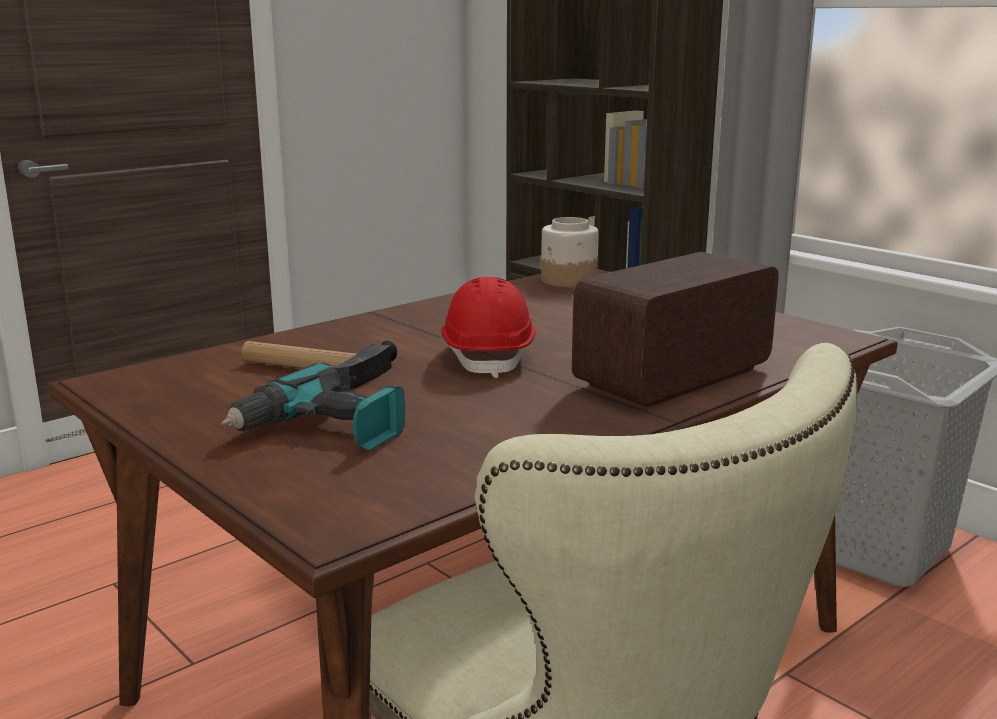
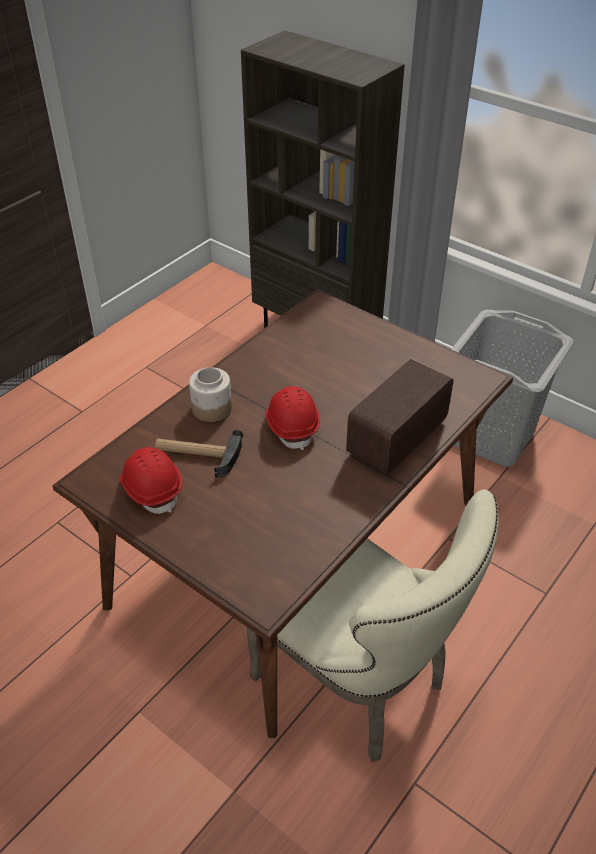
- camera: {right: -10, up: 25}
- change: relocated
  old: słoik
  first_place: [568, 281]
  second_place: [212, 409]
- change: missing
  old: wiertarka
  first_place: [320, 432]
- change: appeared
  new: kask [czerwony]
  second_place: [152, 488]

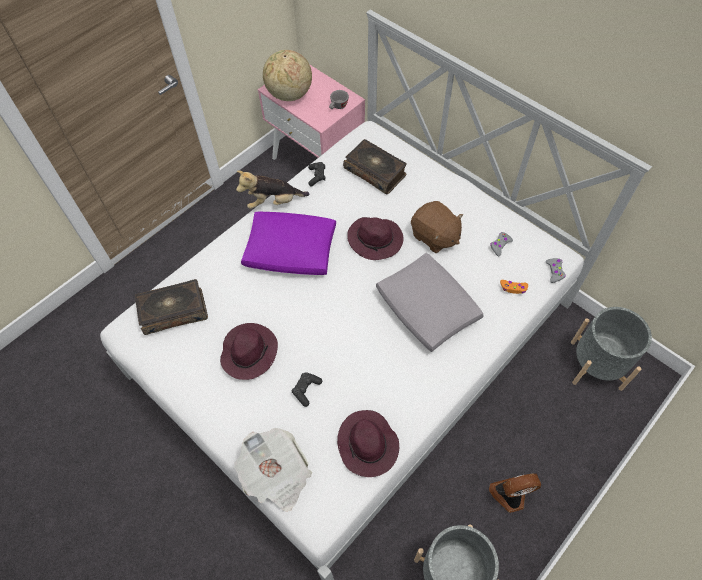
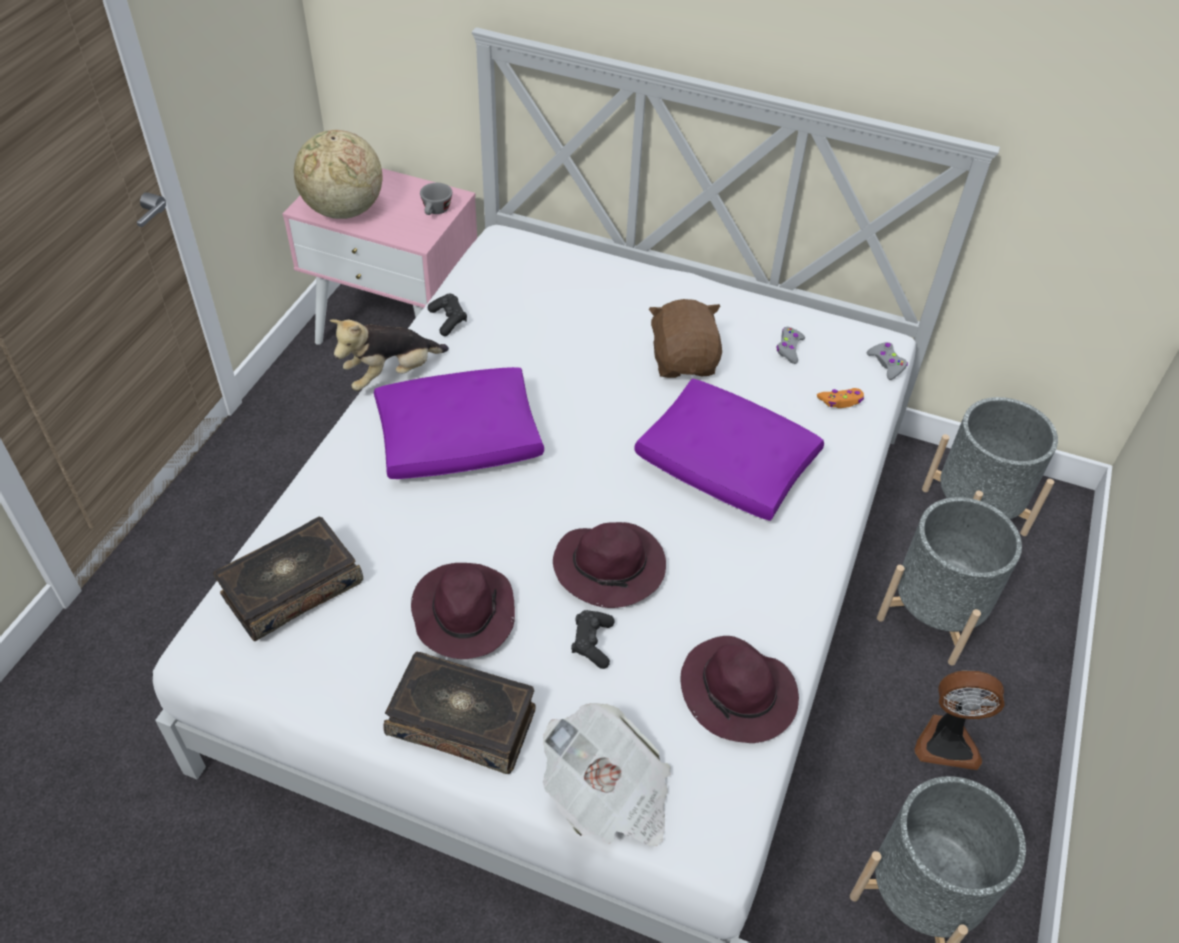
- camera: {right: -25, up: -10}
- change: relocated
  old: książka
  first_place: [375, 172]
  second_place: [463, 720]
- change: spun
  old: pluszak [brązowy]
  first_place: [434, 236]
  second_place: [684, 361]
  degrees: -120
- change: relocated
  old: kapelusz [fioletowy]
  first_place: [376, 240]
  second_place: [611, 567]
- change: colour
  old: poduszka [szary]
  new: poduszka [fioletowy]
  first_place: [428, 308]
  second_place: [727, 464]
- change: spun
  old: wentylator
  first_place: [510, 495]
  second_place: [947, 741]
  degrees: -135
- change: appeared
  new: donica [szary]
  second_place: [934, 614]

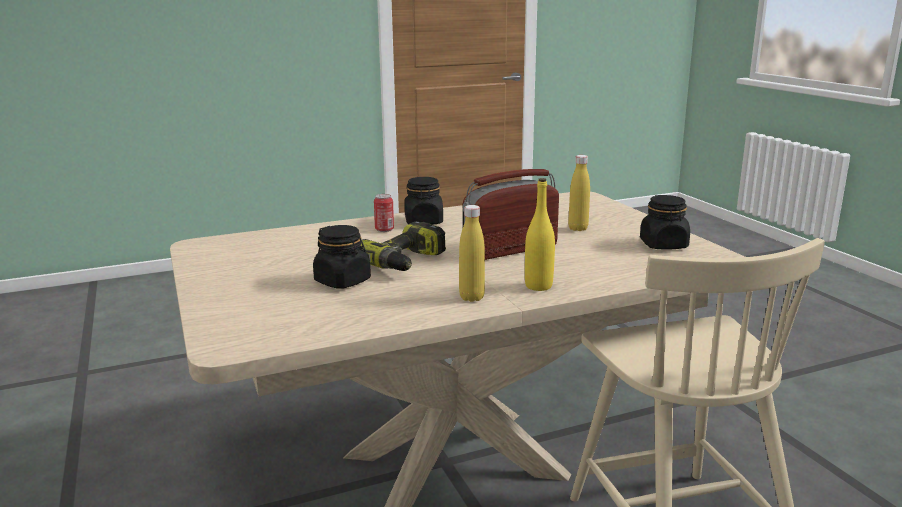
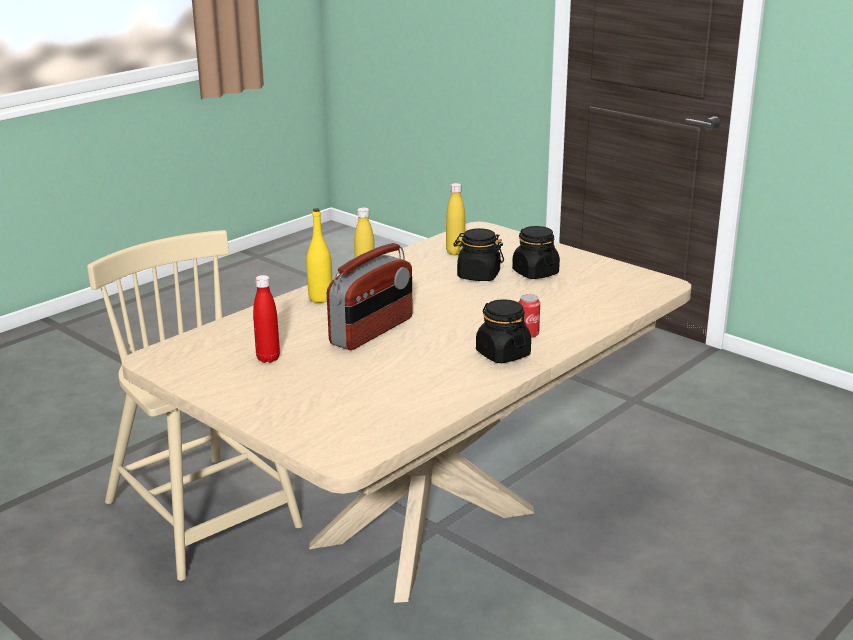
- camera: {right: 155, up: 5}
- change: relocated
  old: butelka [żółty]
  first_place: [578, 228]
  second_place: [455, 252]
- change: relocated
  old: słoik [czarny]
  first_place: [663, 245]
  second_place: [535, 273]
- change: missing
  old: wiertarka
  first_place: [406, 262]
- change: appeared
  new: butelka [czerwony]
  second_place: [268, 358]

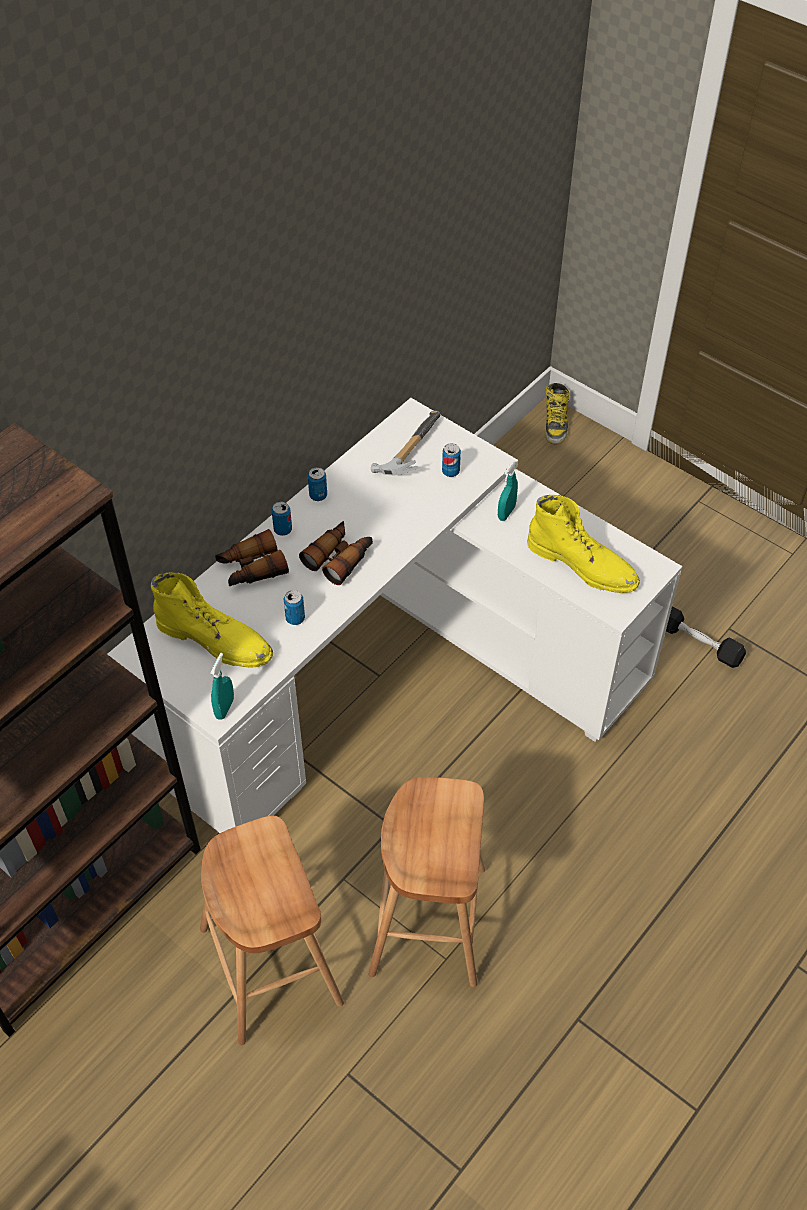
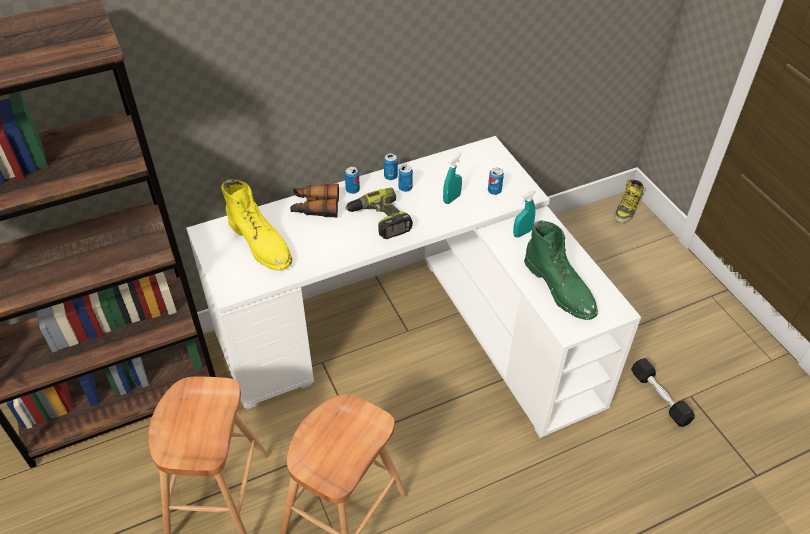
- camera: {right: 25, up: -5}
- change: missing
  old: młotek
  first_place: [407, 451]
- change: colour
  old: but z cholewką [żółty]
  new: but z cholewką [zielony]
  first_place: [583, 564]
  second_place: [561, 287]
- change: exchanged
  old: lornetka
  new: wiertarka
  first_place: [339, 557]
  second_place: [379, 220]
- change: relocated
  old: puszka
  first_place: [295, 618]
  second_place: [405, 188]
- change: relocated
  old: spryskiwacz [turkusowy]
  first_place: [224, 708]
  second_place: [451, 199]

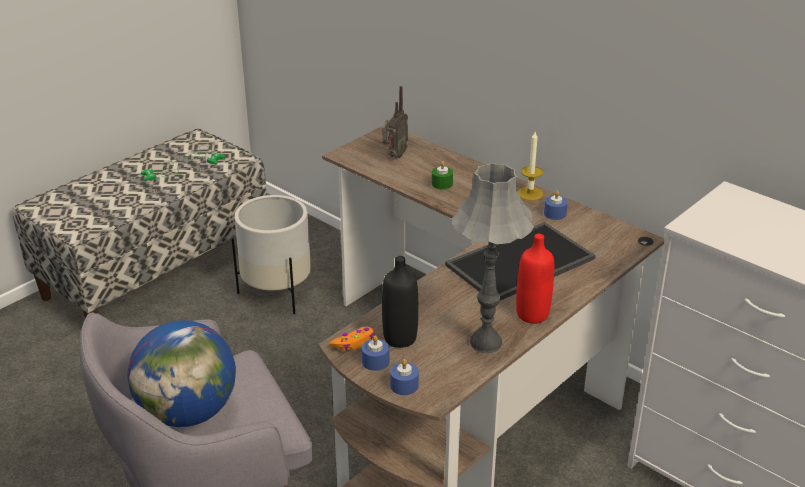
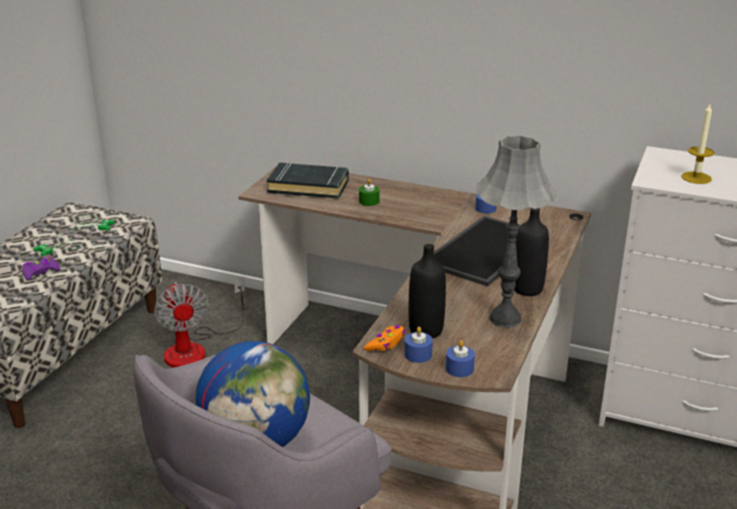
- camera: {right: -20, up: -5}
- change: exchanged
  old: radio
  new: książka [czarny]
  first_place: [394, 156]
  second_place: [309, 186]
- change: relocated
  old: świeca
  first_place: [530, 193]
  second_place: [696, 178]
- change: exchanged
  old: donica [biały]
  new: wentylator
  first_place: [277, 293]
  second_place: [195, 349]
- change: colour
  old: butelka [czerwony]
  new: butelka [czarny]
  first_place: [532, 314]
  second_place: [527, 289]
- change: appeared
  new: pad do gier [fioletowy]
  second_place: [40, 272]

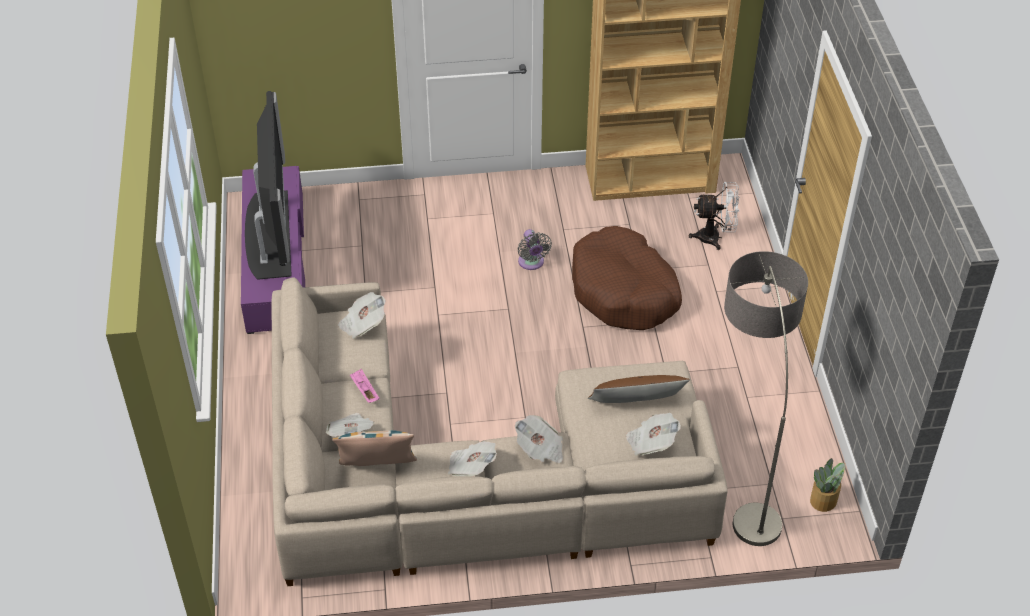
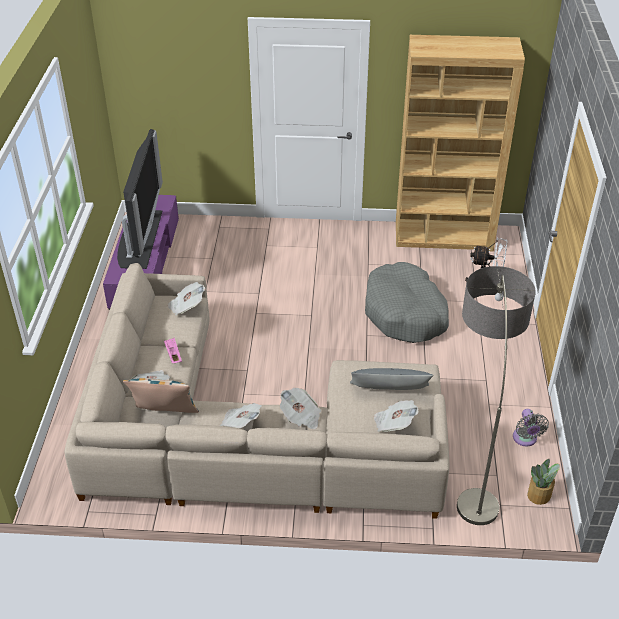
- camera: {right: 10, up: -5}
- change: colour
  old: legowisko [brązowy]
  new: legowisko [szary]
  first_place: [624, 291]
  second_place: [405, 313]
- change: relocated
  old: wentylator [szary]
  first_place: [531, 263]
  second_place: [525, 439]
- change: colour
  old: poduszka [brązowy]
  new: poduszka [szary]
  first_place: [637, 402]
  second_place: [389, 391]

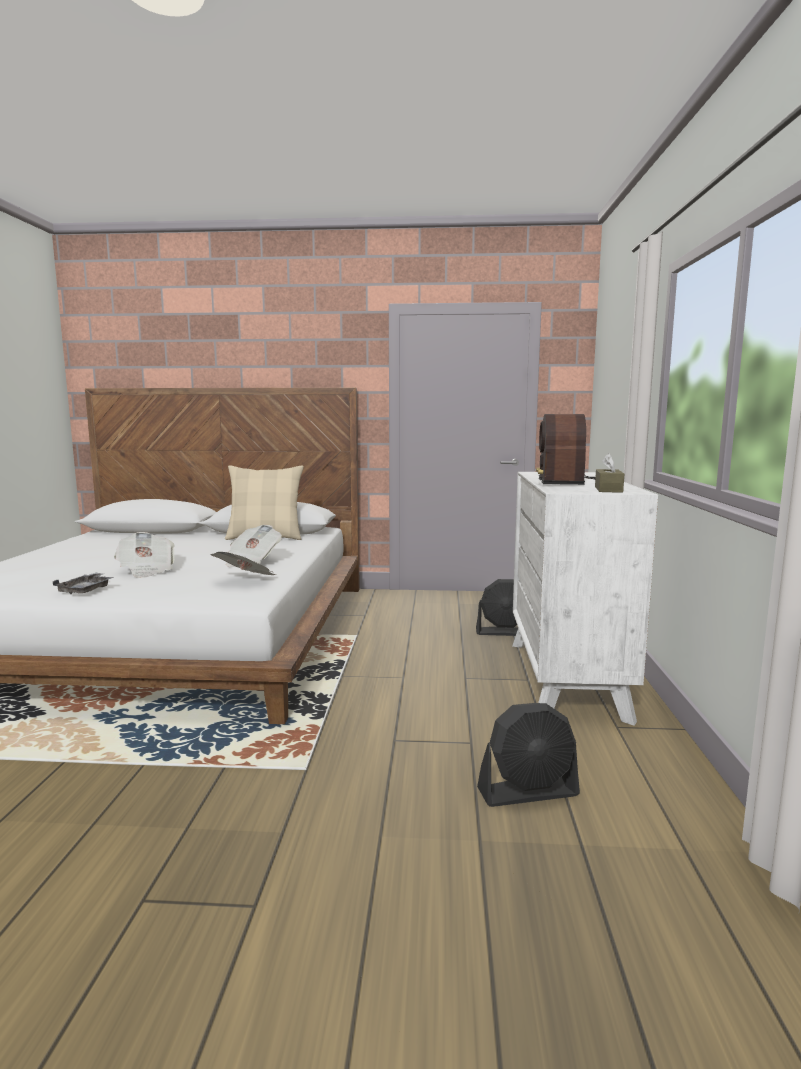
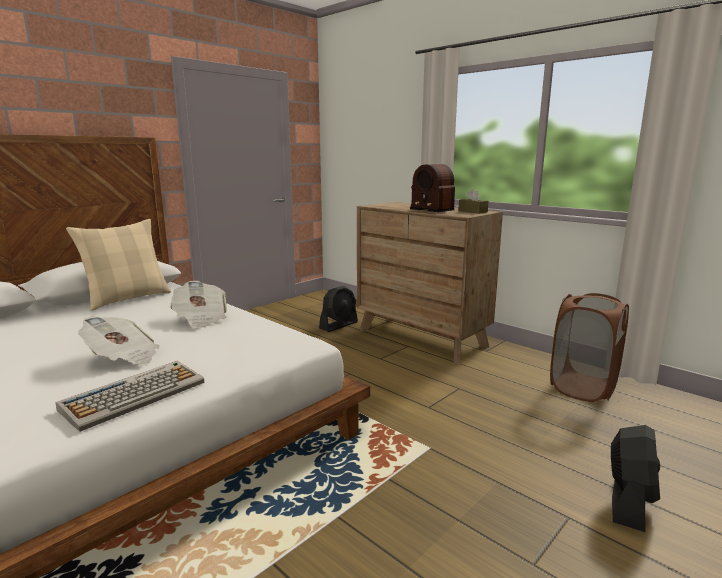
- camera: {right: -50, up: 5}
- change: colour
  old: komoda [biały]
  new: komoda [brązowy]
  first_place: [566, 679]
  second_place: [421, 338]
- change: missing
  old: gazeta
  first_place: [246, 581]
- change: exchanged
  old: taca [szary]
  new: klawiatura
  first_place: [86, 590]
  second_place: [135, 395]
- change: relocated
  old: wentylator [czarny]
  first_place: [528, 792]
  second_place: [629, 501]
- change: appeared
  new: kosz na pranie [brązowy]
  second_place: [583, 387]

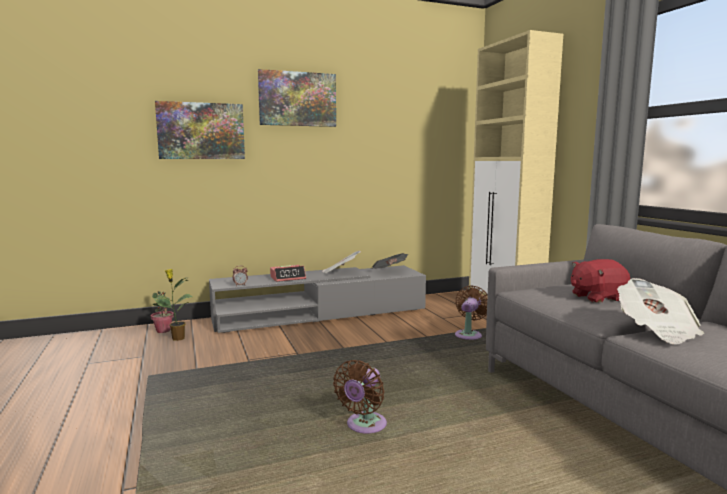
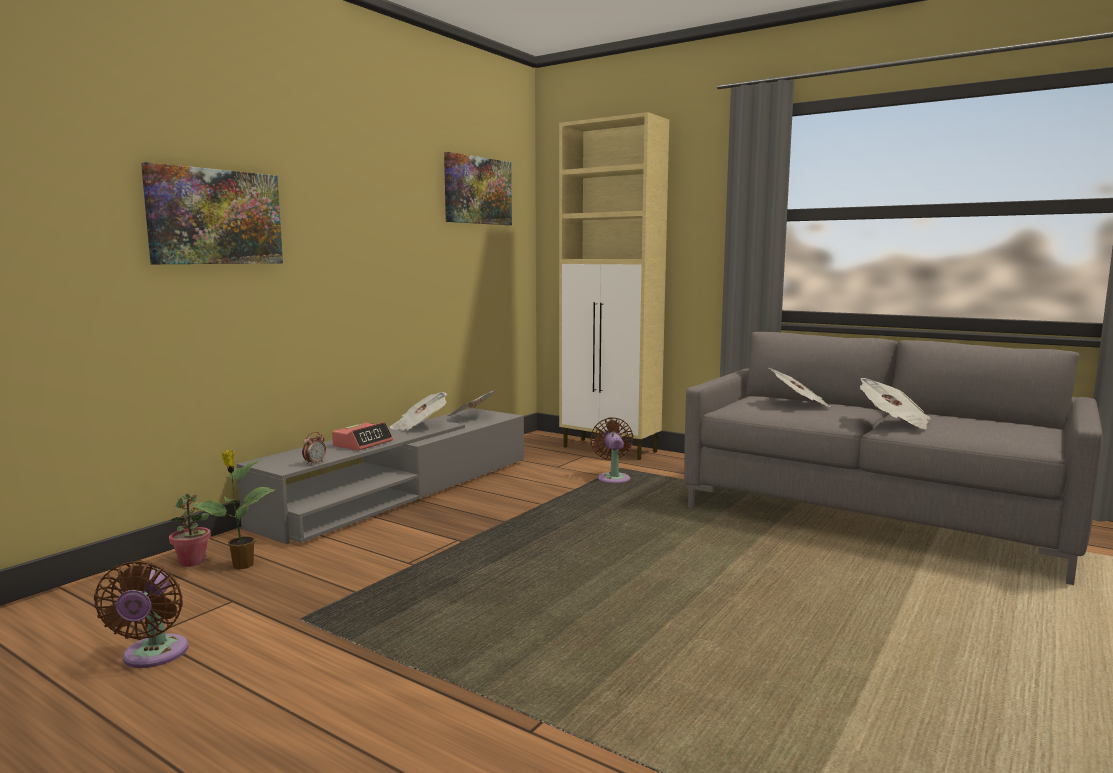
- camera: {right: -35, up: 0}
- change: relocated
  old: obraz
  first_place: [297, 99]
  second_place: [477, 190]
- change: exchanged
  old: pluszak [czerwony]
  new: gazeta
  first_place: [596, 297]
  second_place: [799, 404]
- change: relocated
  old: wentylator [brązowy]
  first_place: [364, 426]
  second_place: [153, 656]

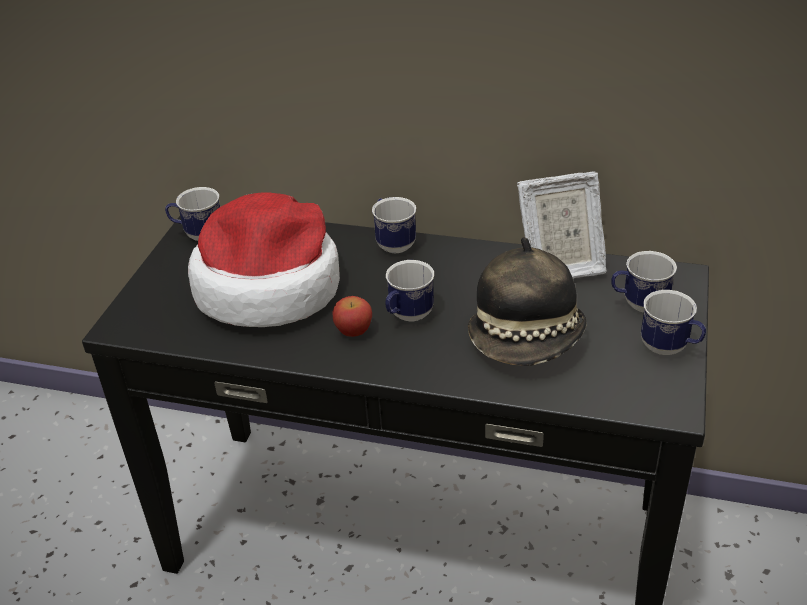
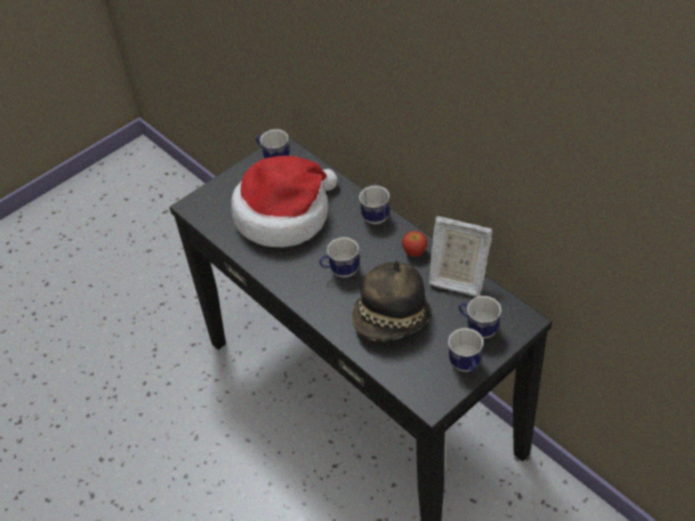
- camera: {right: 35, up: 10}
- change: relocated
  old: jabłko
  first_place: [354, 331]
  second_place: [415, 252]

